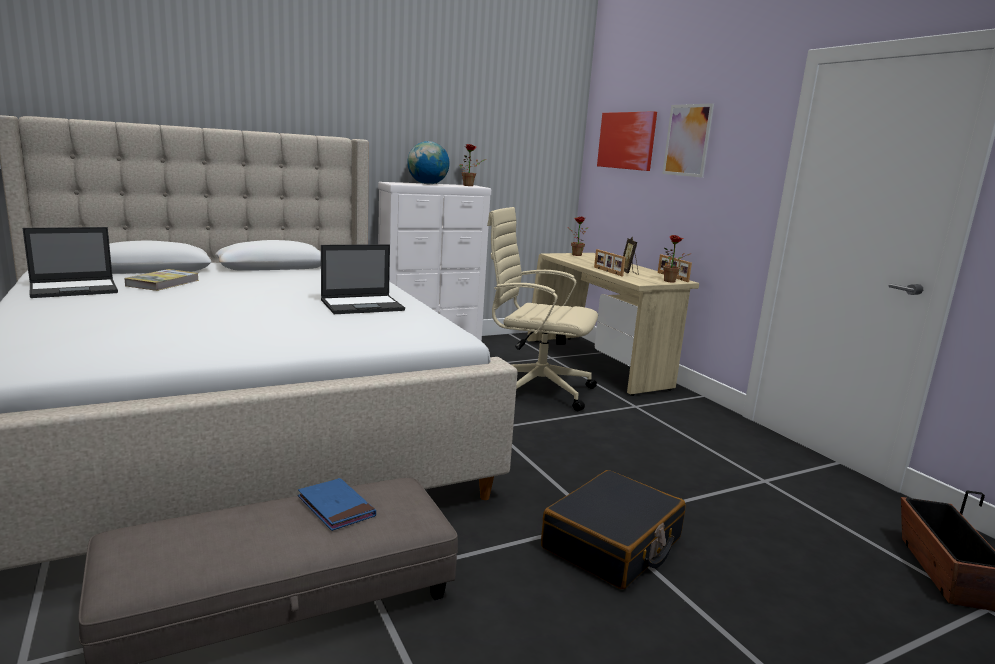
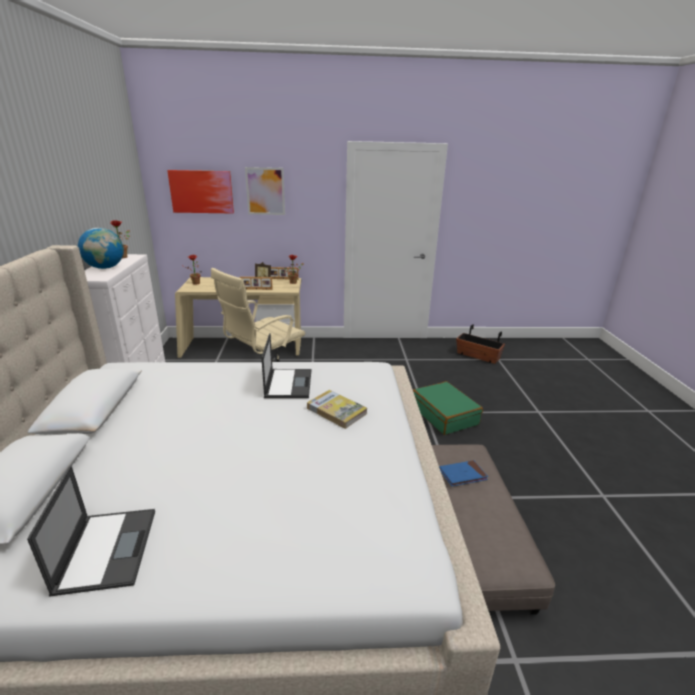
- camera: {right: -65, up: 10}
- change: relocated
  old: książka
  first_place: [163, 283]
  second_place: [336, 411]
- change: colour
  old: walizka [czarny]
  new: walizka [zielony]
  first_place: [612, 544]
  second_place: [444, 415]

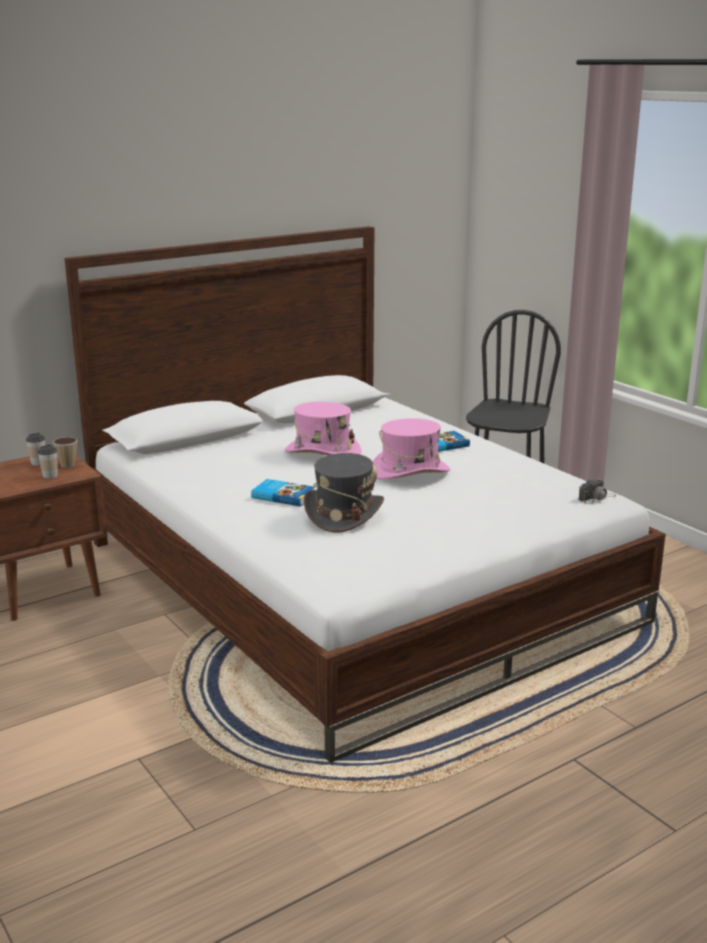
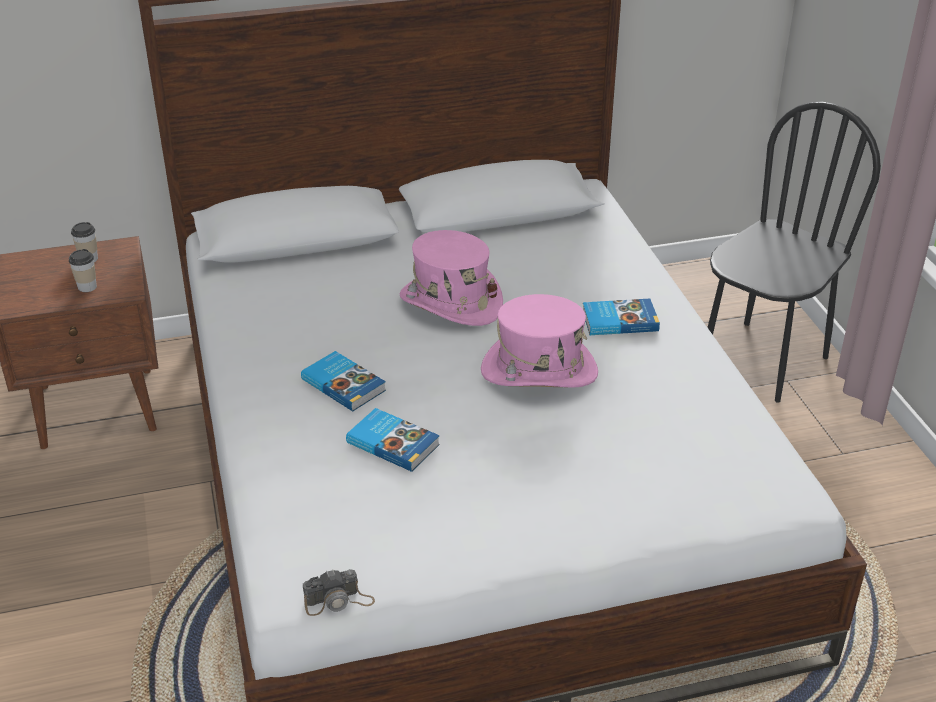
- camera: {right: 20, up: 15}
- change: missing
  old: filiżanka
  first_place: [67, 465]
- change: exchanged
  old: kapelusz [szary]
  new: książka
  first_place: [343, 514]
  second_place: [393, 442]
- change: relocated
  old: aparat fotograficzny
  first_place: [597, 497]
  second_place: [338, 601]

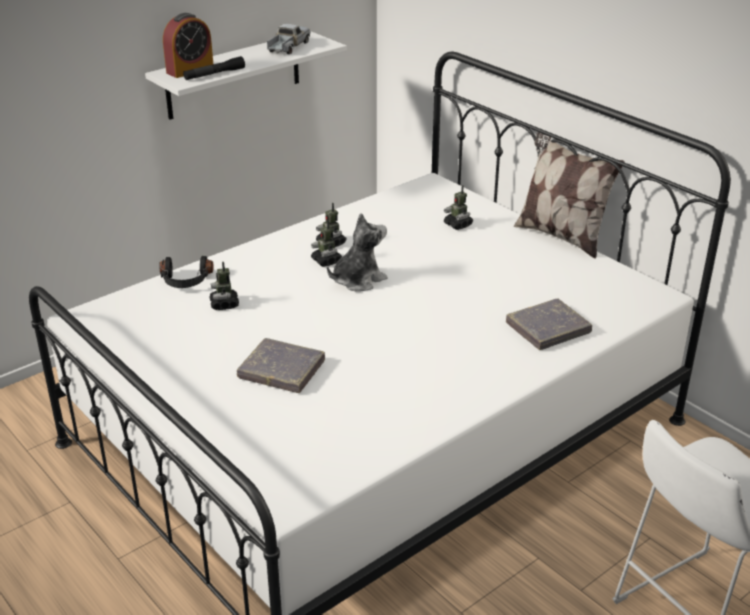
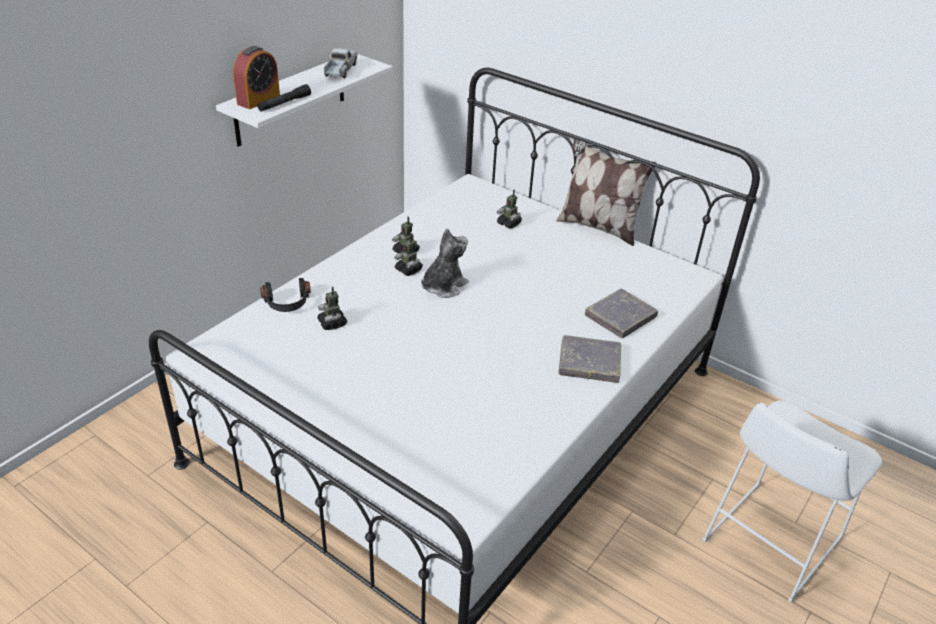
- camera: {right: -15, up: 5}
- change: relocated
  old: książka [szary]
  first_place: [281, 370]
  second_place: [589, 362]

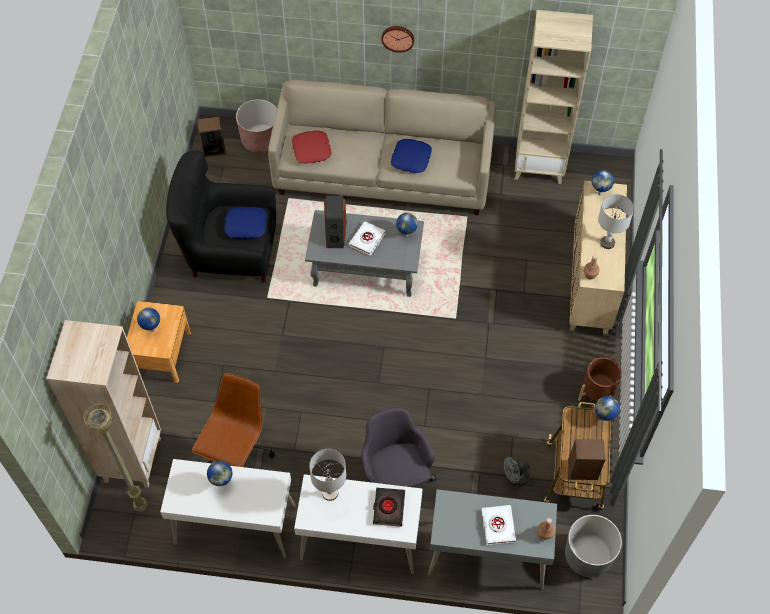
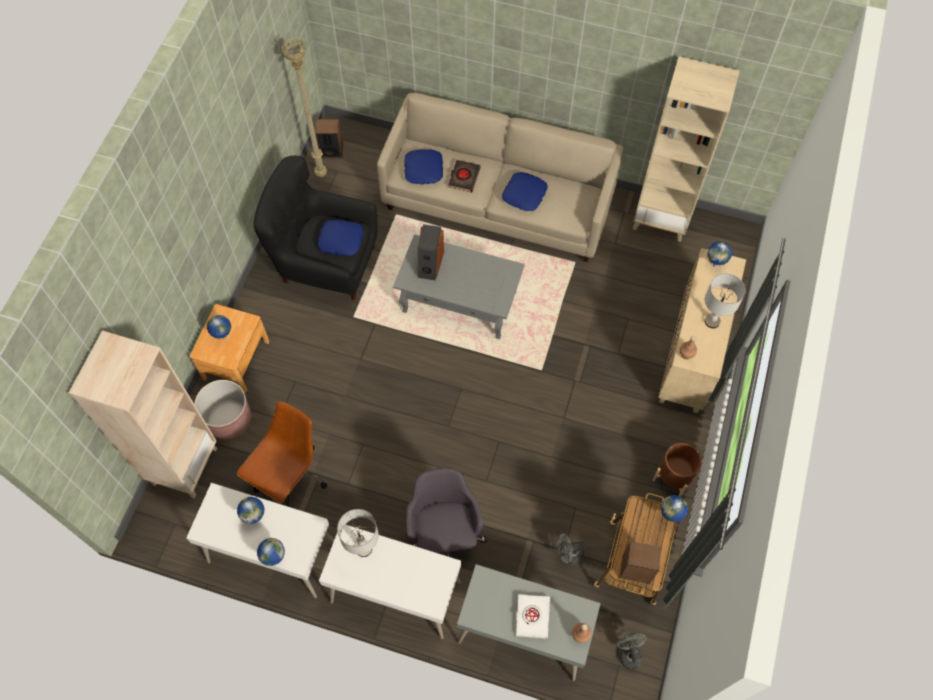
- camera: {right: 10, up: 5}
- change: missing
  old: zegar ścienny
  first_place: [398, 37]
- change: relocated
  old: donica [brązowy]
  first_place: [260, 140]
  second_place: [229, 420]
- change: colour
  old: poduszka [czerwony]
  new: poduszka [niebieski]
  first_place: [311, 150]
  second_place: [423, 170]
- change: relocated
  old: globus
  first_place: [406, 235]
  second_place: [274, 558]
- change: missing
  old: książka [biały]
  first_place: [367, 240]
- change: relocated
  old: lampa stojąca [beżowy]
  first_place: [140, 507]
  second_place: [320, 175]
- change: relocated
  old: książka [czarny]
  first_place: [388, 508]
  second_place: [464, 177]
- change: exchanged
  old: donica [szary]
  new: wentylator [szary]
  first_place: [588, 556]
  second_place: [629, 653]

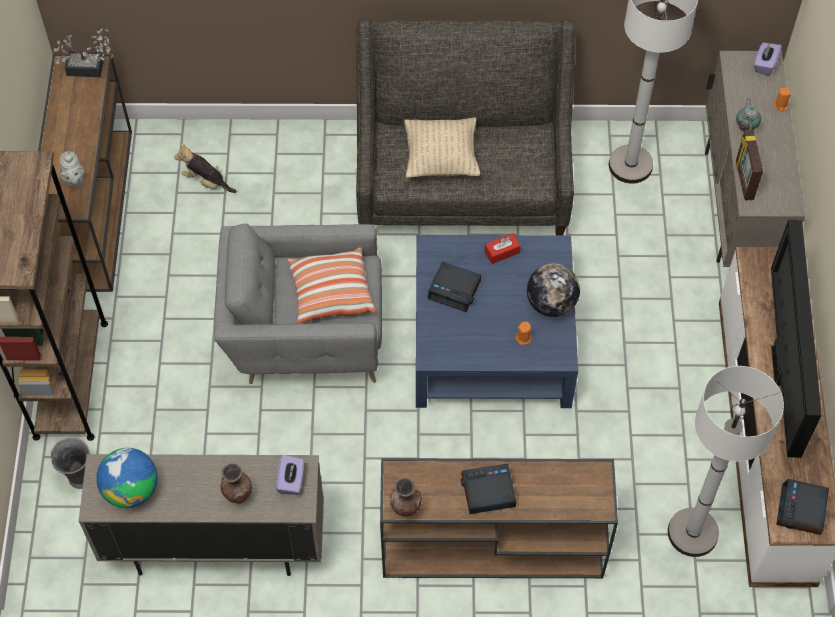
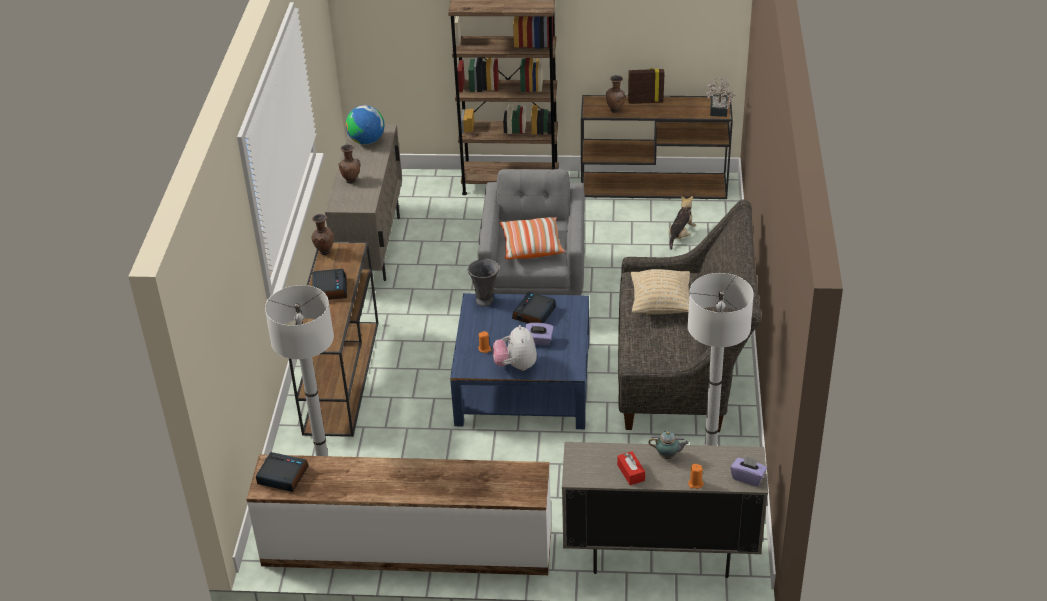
- camera: {right: 95, up: -20}
- change: relocated
  old: ramka na zdjęcie
  first_place: [743, 180]
  second_place: [645, 101]
- change: exchanged
  old: imbryk [szary]
  new: wazon [brązowy]
  first_place: [74, 180]
  second_place: [616, 110]
- change: missing
  old: telewizor
  first_place: [779, 369]
- change: relocated
  old: pudełko chusteczek [czerwony]
  first_place: [502, 252]
  second_place: [631, 472]
- change: exchanged
  old: globus
  new: pluszak
  first_place: [551, 303]
  second_place: [516, 365]
- change: relocated
  old: wazon [szary]
  first_place: [79, 477]
  second_place: [485, 300]
- change: relocated
  old: pudełko chusteczek [fioletowy]
  first_place: [291, 481]
  second_place: [538, 341]

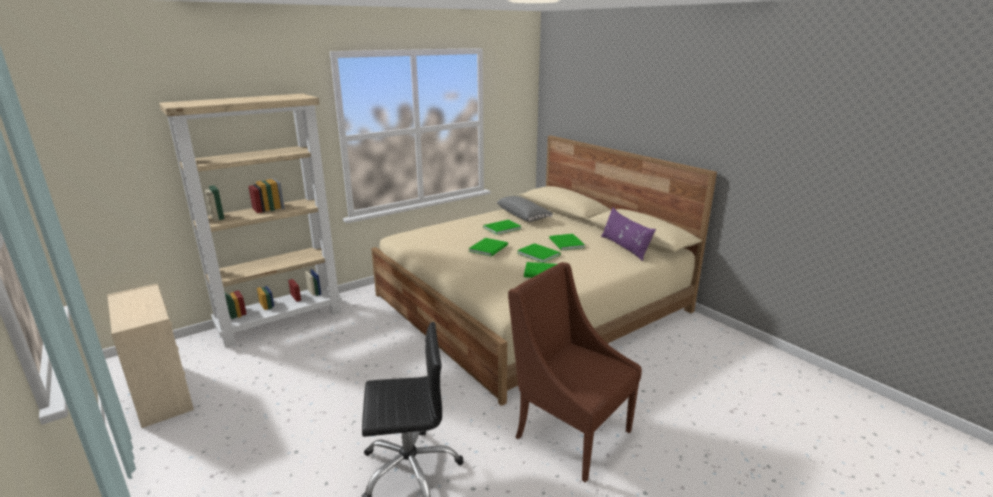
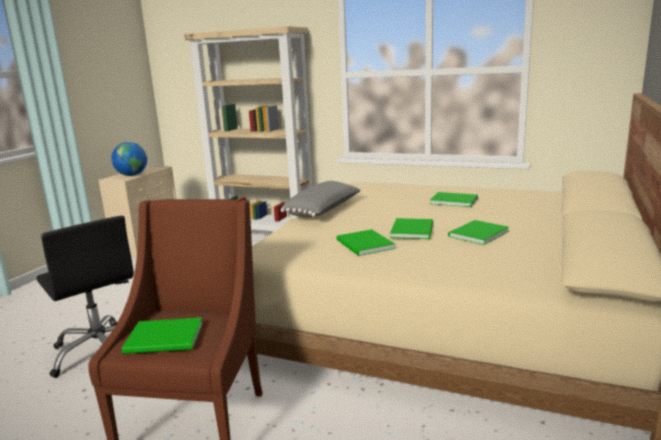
- camera: {right: 60, up: -5}
- change: relocated
  old: poduszka [szary]
  first_place: [523, 216]
  second_place: [324, 211]
- change: missing
  old: poduszka [fioletowy]
  first_place: [624, 247]
- change: relocated
  old: książka [zielony]
  first_place: [489, 248]
  second_place: [166, 339]
- change: appeared
  new: globus
  second_place: [132, 175]

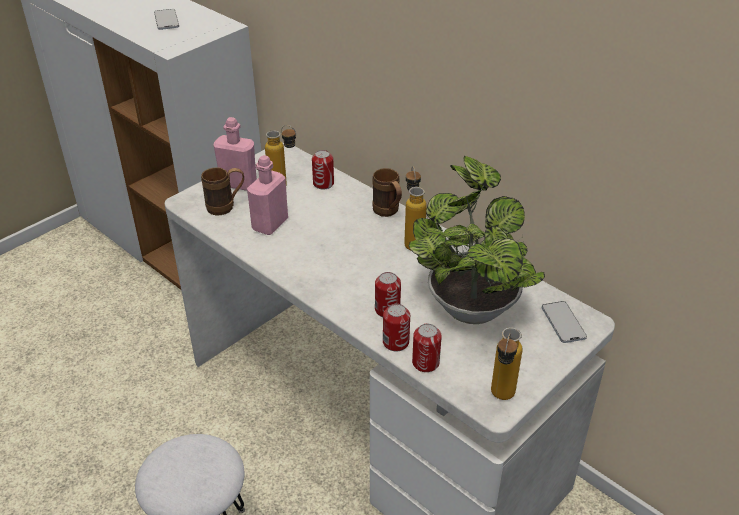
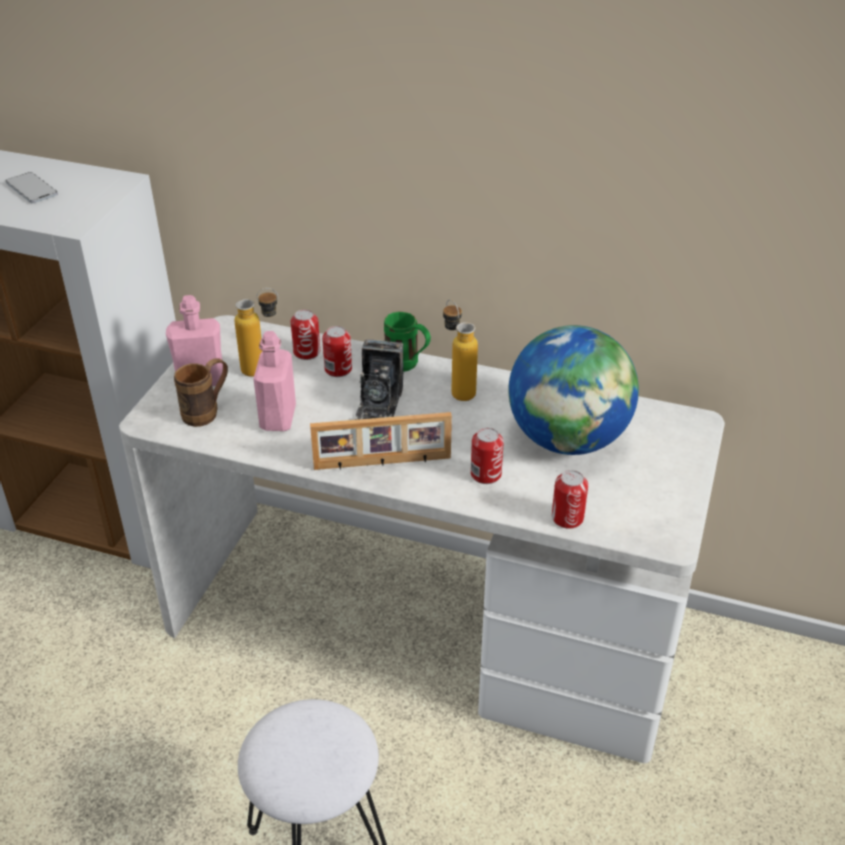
- camera: {right: -25, up: 0}
- change: exchanged
  old: roślina doniczkowa
  new: globus
  first_place: [470, 303]
  second_place: [567, 440]
- change: colour
  old: kubek [brązowy]
  new: kubek [zielony]
  first_place: [388, 213]
  second_place: [408, 365]
- change: missing
  old: telefon
  first_place: [563, 323]
- change: relocated
  old: puszka
  first_place: [395, 342]
  second_place: [338, 369]
- change: missing
  old: butelka
  first_place: [500, 399]
- change: appeared
  new: aparat fotograficzny
  second_place: [378, 405]
- change: appeared
  new: ramka na zdjęcie
  second_place: [382, 463]

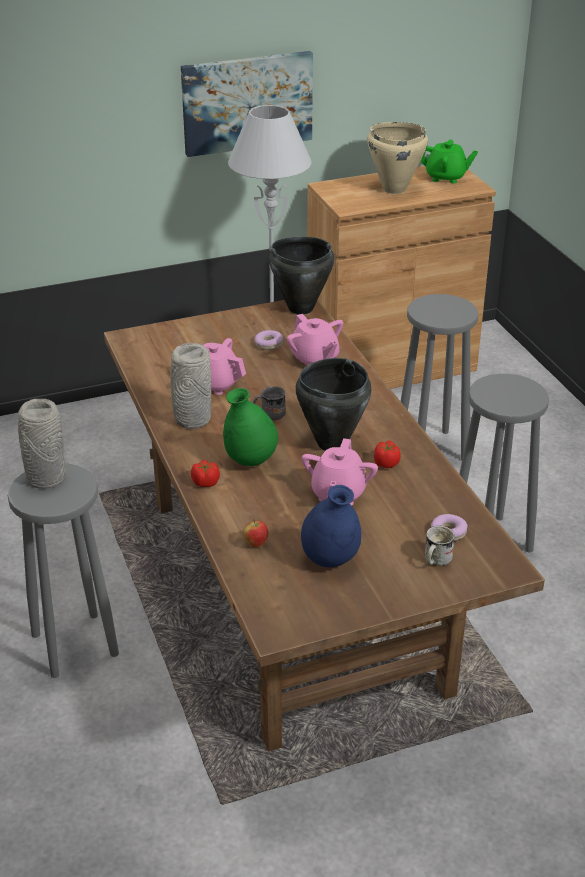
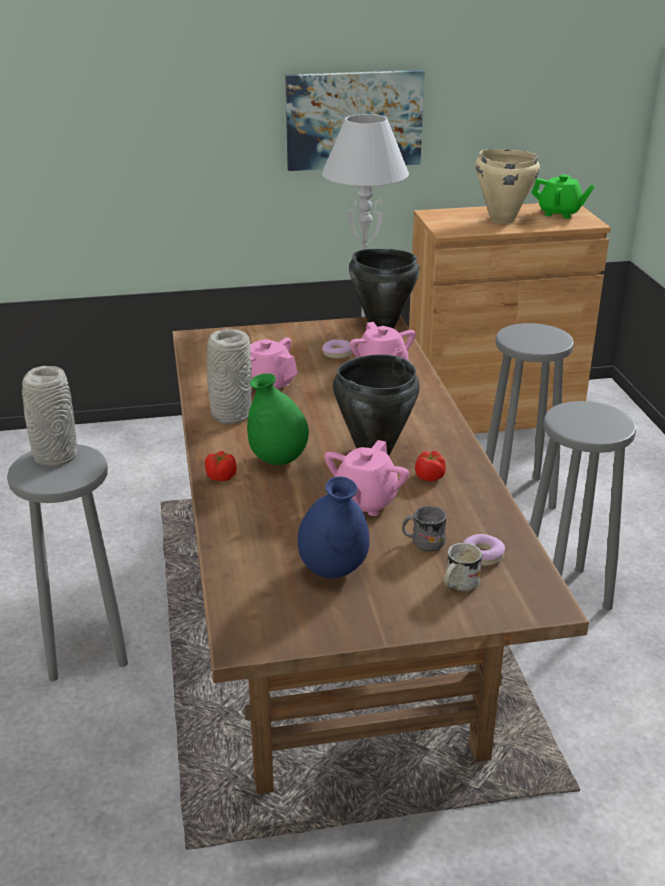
- camera: {right: 10, up: -5}
- change: relocated
  old: kubek [szary]
  first_place: [269, 414]
  second_place: [423, 542]
- change: missing
  old: jabłko
  first_place: [256, 544]

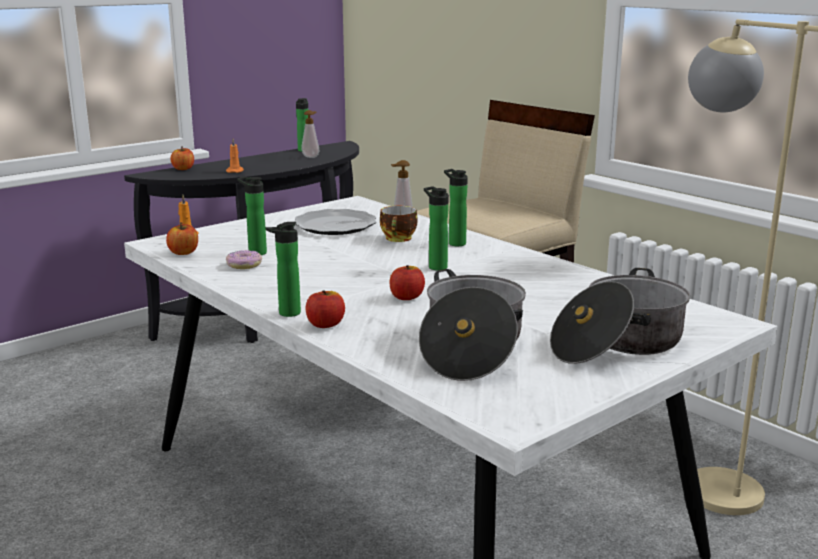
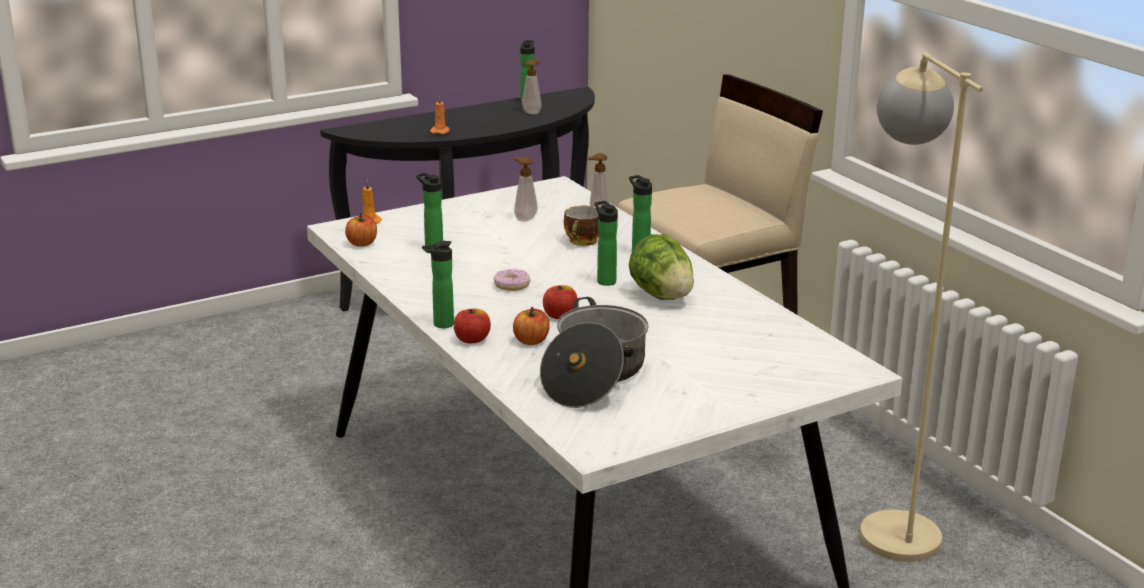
- camera: {right: 10, up: 5}
- change: relocated
  old: jabłko
  first_place: [183, 169]
  second_place: [531, 341]
- change: exchanged
  old: talerz
  new: dozownik mydła
  first_place: [335, 226]
  second_place: [524, 218]
- change: relocated
  old: donut
  first_place: [244, 265]
  second_place: [511, 285]
- change: missing
  old: garnek
  first_place: [618, 344]
- change: appeared
  new: sałata
  second_place: [661, 295]

